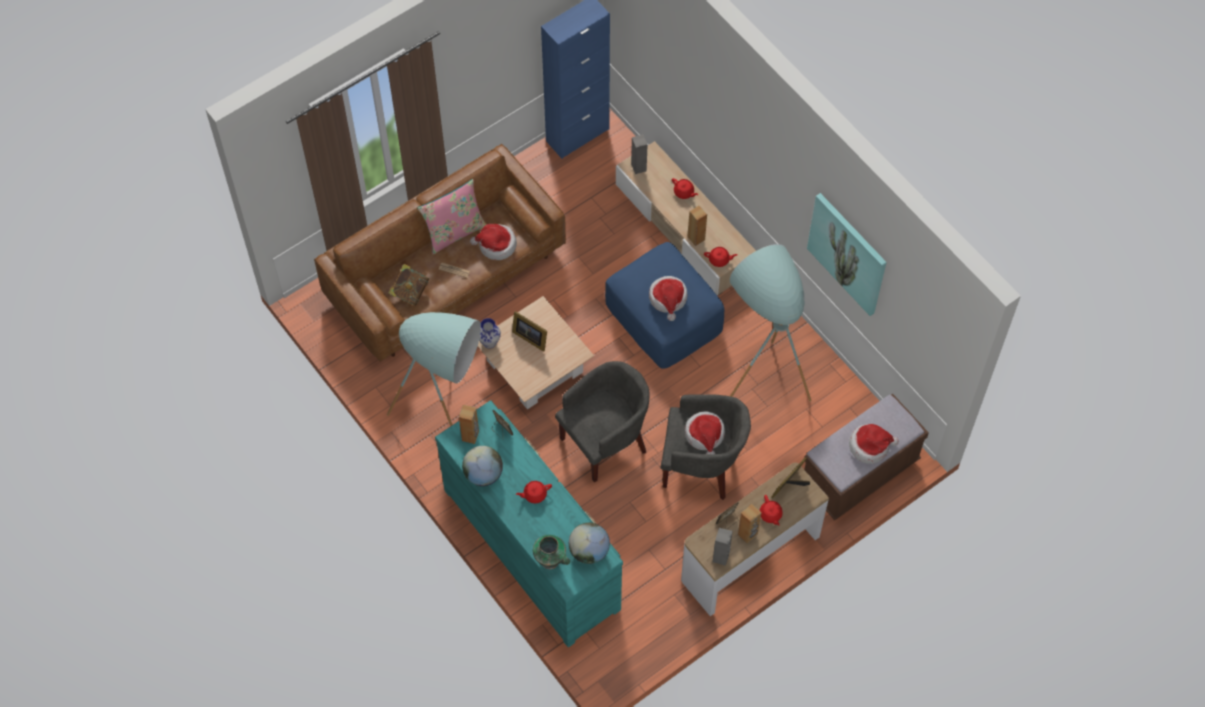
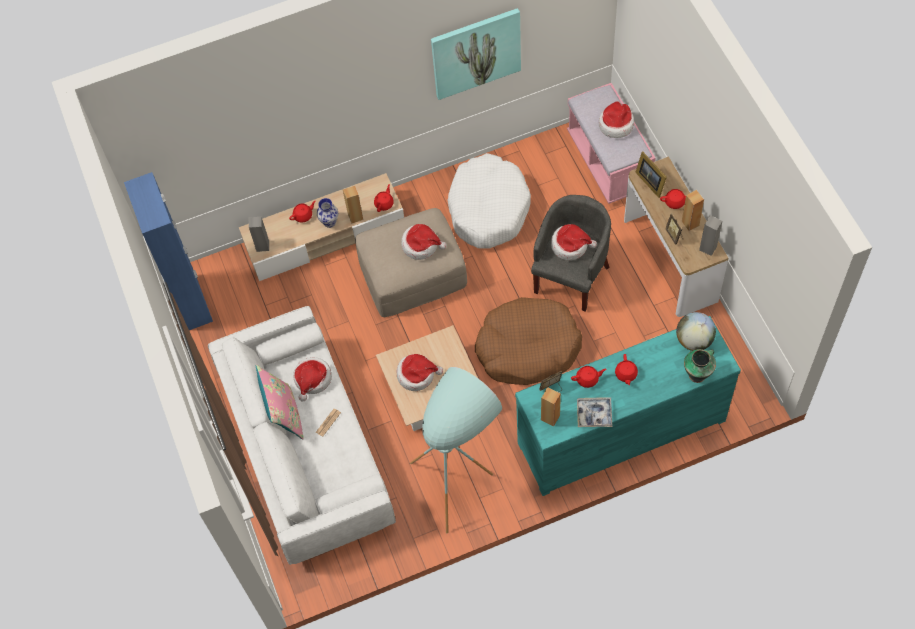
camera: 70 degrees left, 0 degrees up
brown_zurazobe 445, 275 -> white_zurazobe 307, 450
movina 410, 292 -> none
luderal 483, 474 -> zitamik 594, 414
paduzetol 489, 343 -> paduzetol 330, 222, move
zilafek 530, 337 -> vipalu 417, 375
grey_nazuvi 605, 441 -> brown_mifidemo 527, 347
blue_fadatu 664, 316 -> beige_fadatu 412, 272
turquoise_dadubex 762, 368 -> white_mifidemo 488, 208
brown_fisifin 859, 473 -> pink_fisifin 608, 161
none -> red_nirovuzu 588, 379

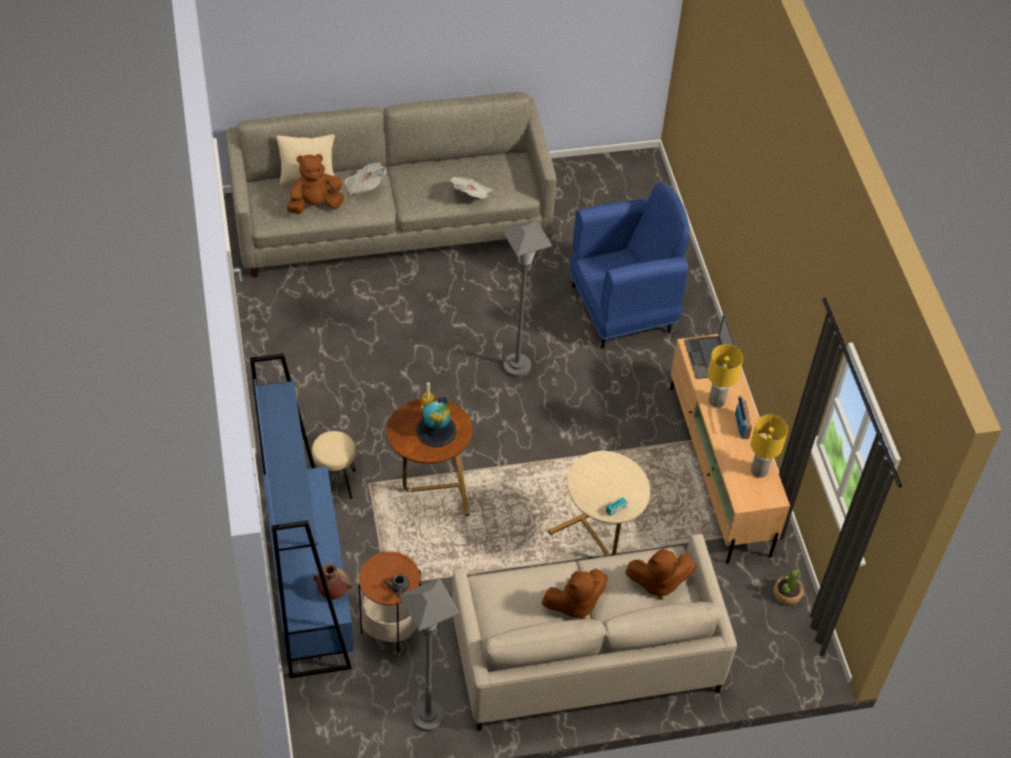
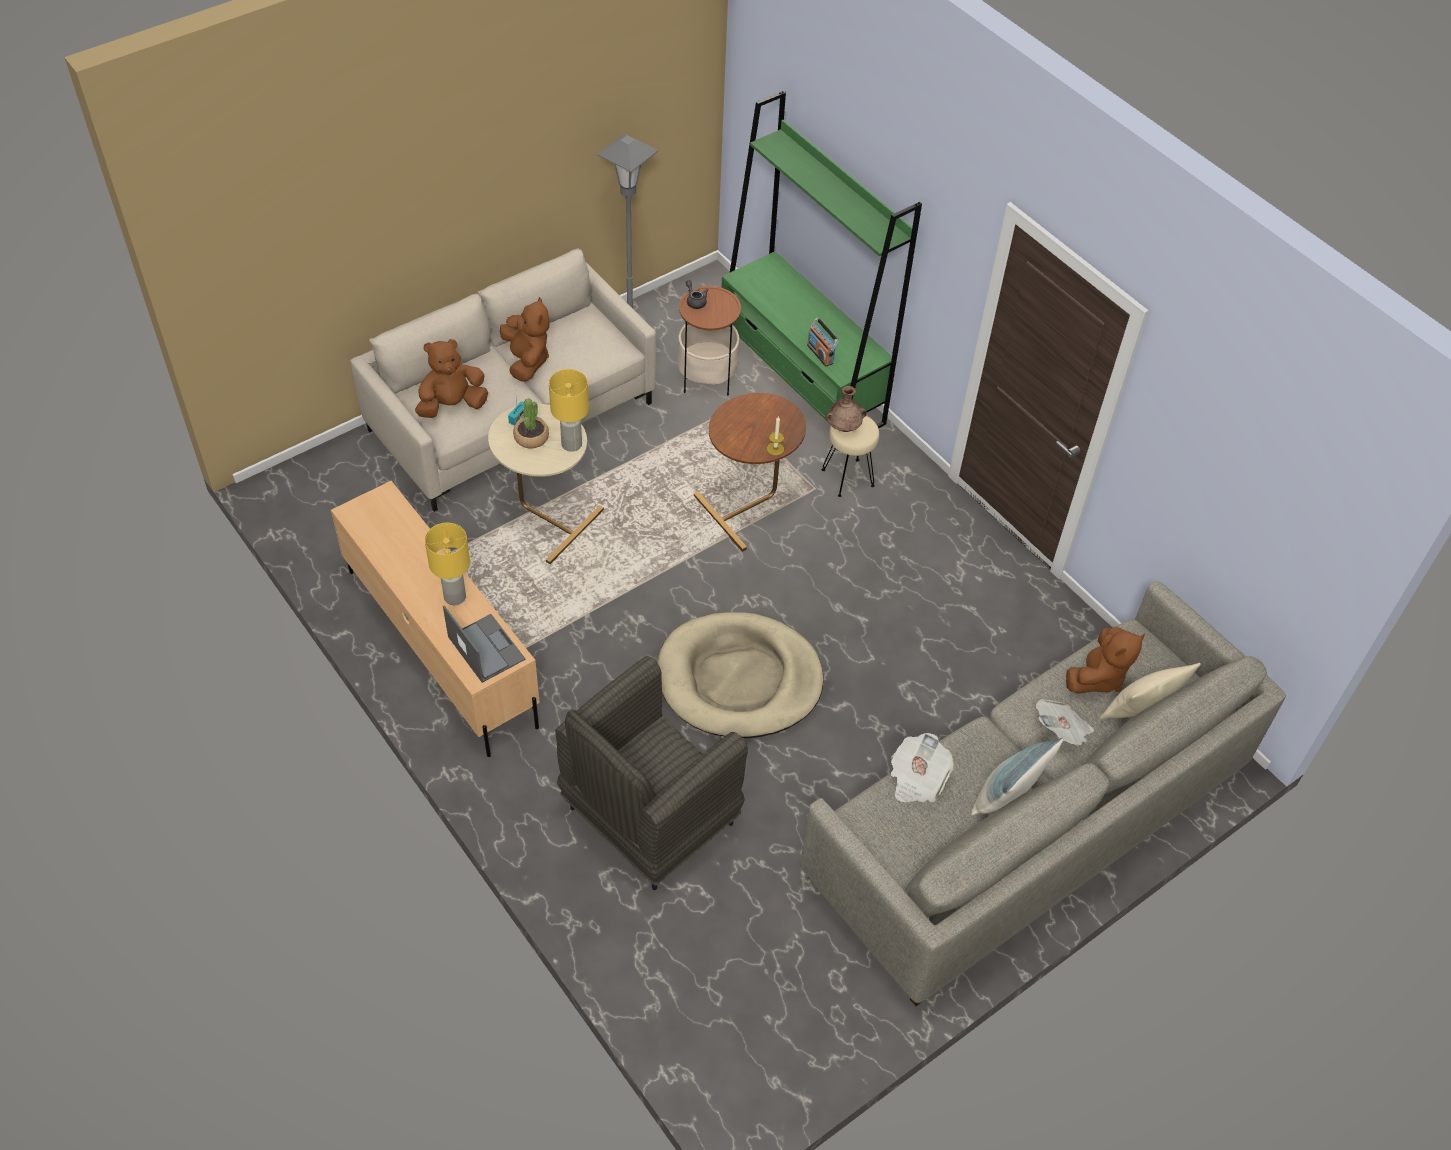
camera: 155 degrees right, 0 degrees up
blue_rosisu 309, 590 -> green_rosisu 801, 380
brown_paduzetol 333, 590 -> brown_paduzetol 844, 428, move
luderal 436, 430 -> none
grey_dadubex 517, 366 -> beige_mifidemo 739, 679
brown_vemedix 574, 604 -> brown_vemedix 527, 361, 120 degrees clockwise
blue_nazuvi 623, 308 -> grey_nazuvi 649, 818
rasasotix 742, 425 -> rasasotix 820, 354, move
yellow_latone 759, 470 -> yellow_latone 572, 444, move
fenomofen 786, 593 -> fenomofen 531, 437, move
none -> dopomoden 1007, 796

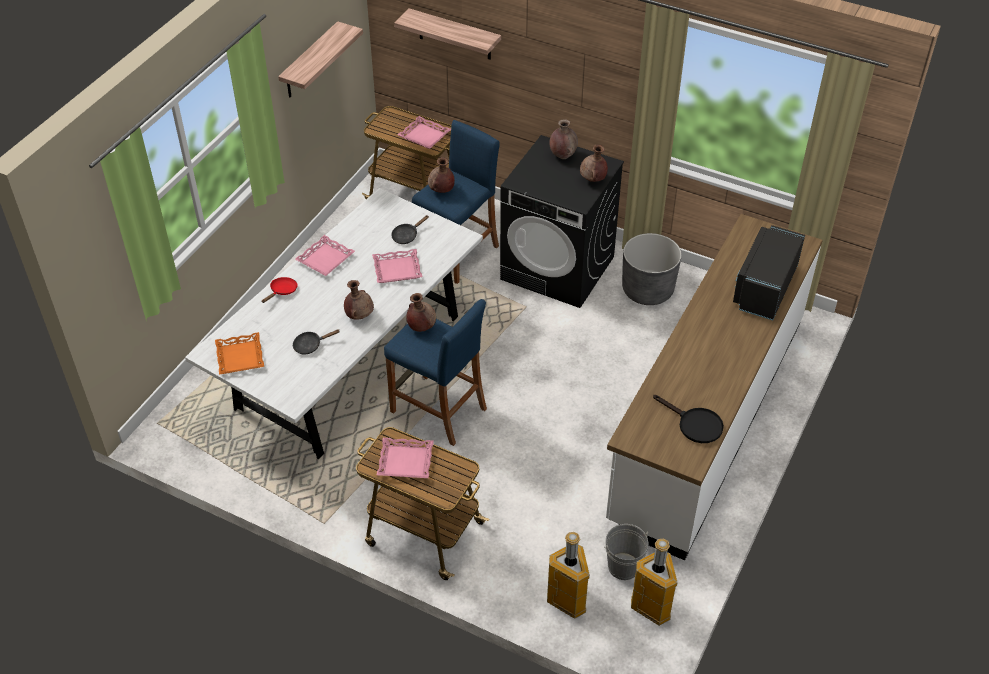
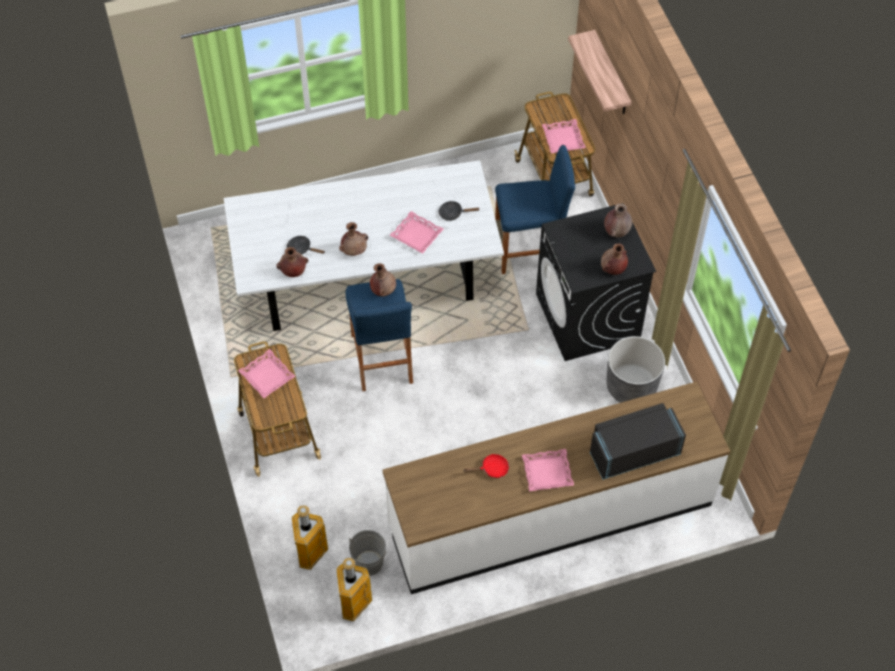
camera: 45 degrees right, 10 degrees up
orange_zitamik 240, 357 -> none
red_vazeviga 282, 291 -> red_vazeviga 492, 469, move
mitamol 310, 61 -> none
pink_zitamik 325, 259 -> pink_zitamik 547, 472, move
brown_paduzetol 441, 190 -> brown_paduzetol 293, 271, move
black_vazeviga 694, 424 -> none

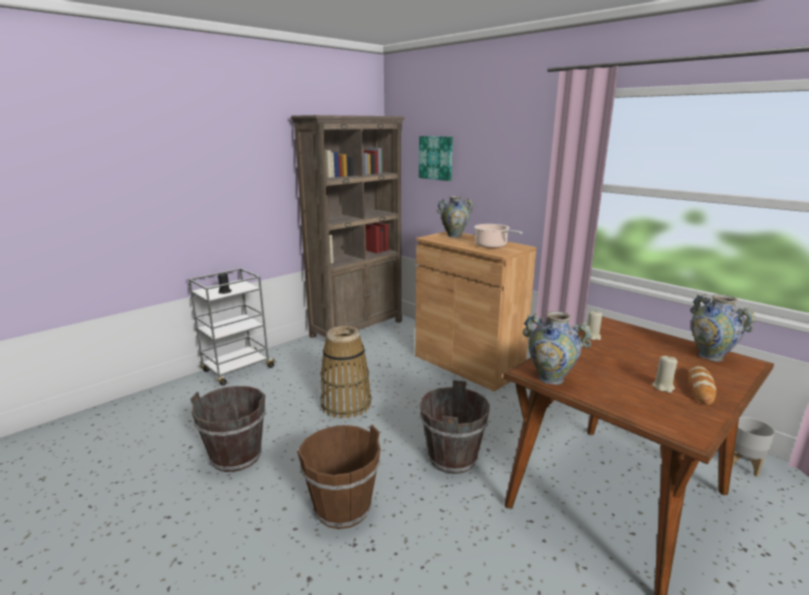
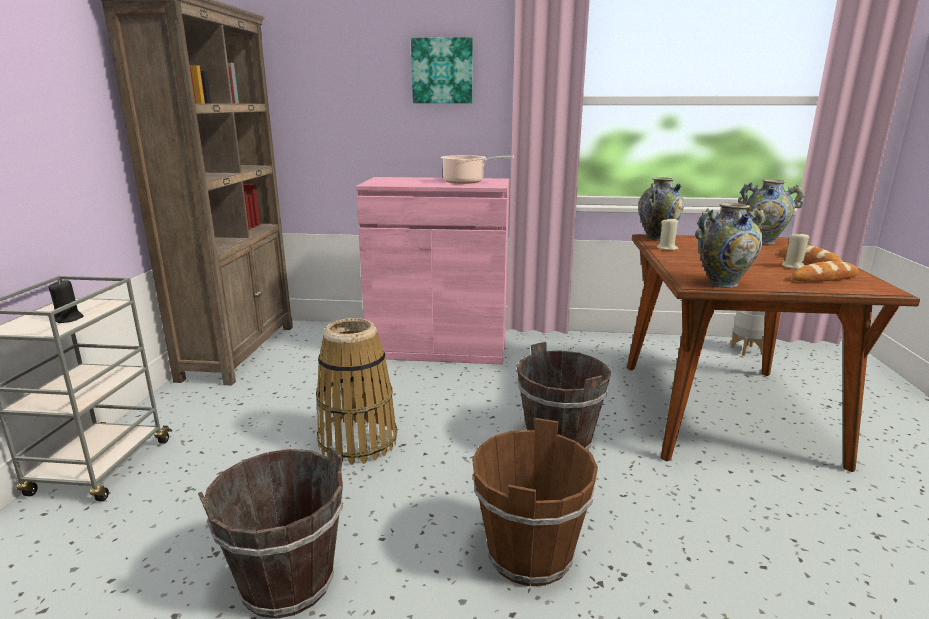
camera: 40 degrees left, 0 degrees up
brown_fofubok 468, 364 -> pink_fofubok 438, 348
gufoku 436, 158 -> gufoku 442, 71, move
paduzetol 454, 236 -> paduzetol 657, 238, move
none -> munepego 824, 278

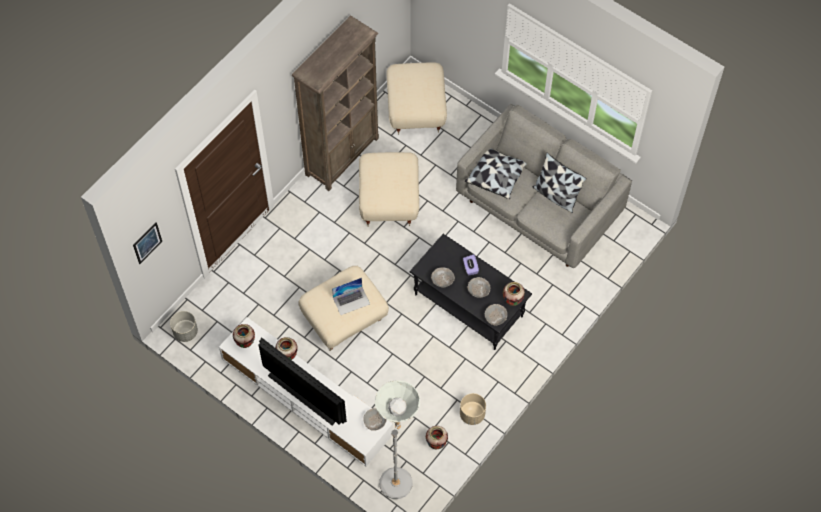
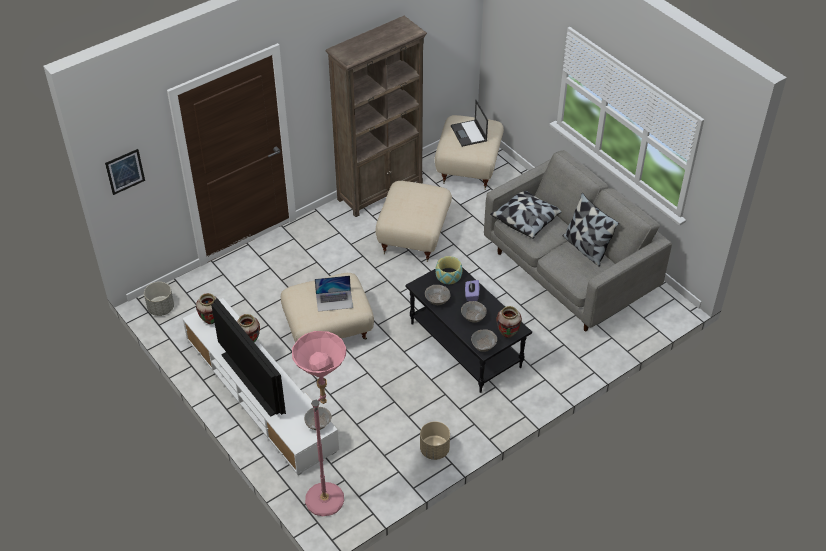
camera: 15 degrees right, 15 degrees down
grey_dadubex 398, 476 -> pink_dadubex 329, 493
paduzetol 436, 444 -> none
none -> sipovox 448, 275
none -> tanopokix 469, 134

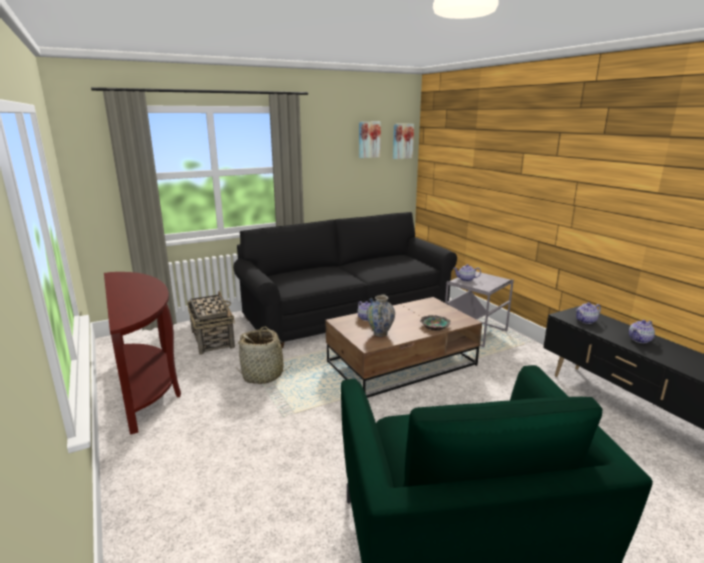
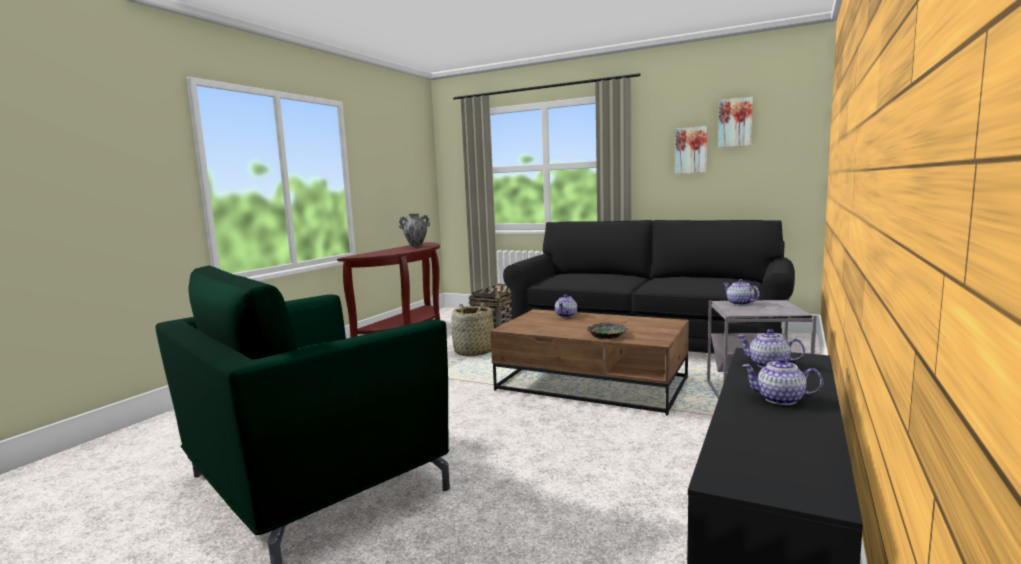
camera: 55 degrees right, 10 degrees down
paduzetol 380, 333 -> paduzetol 416, 246, move
gufoku 402, 141 -> gufoku 691, 150, move

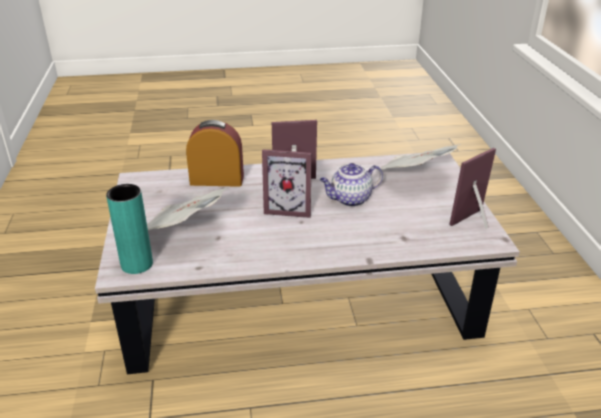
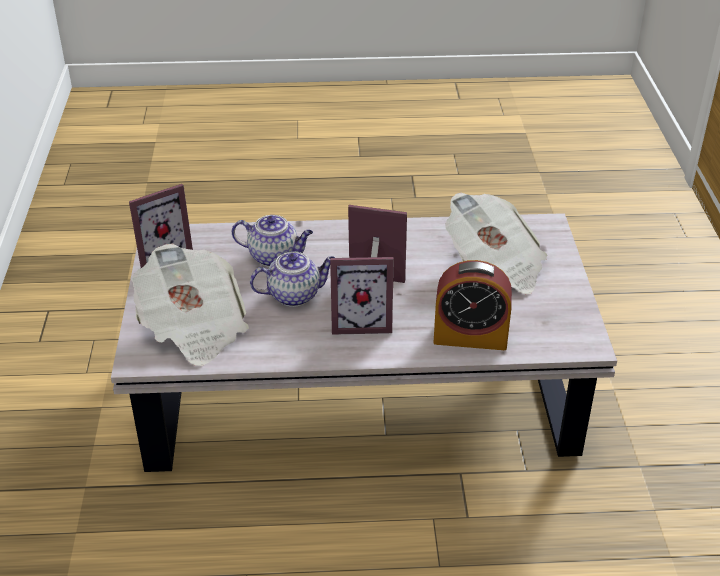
camera: 175 degrees left, 5 degrees up
turquoise_paduzetol 137, 264 -> none
none -> nirovuzu 274, 257

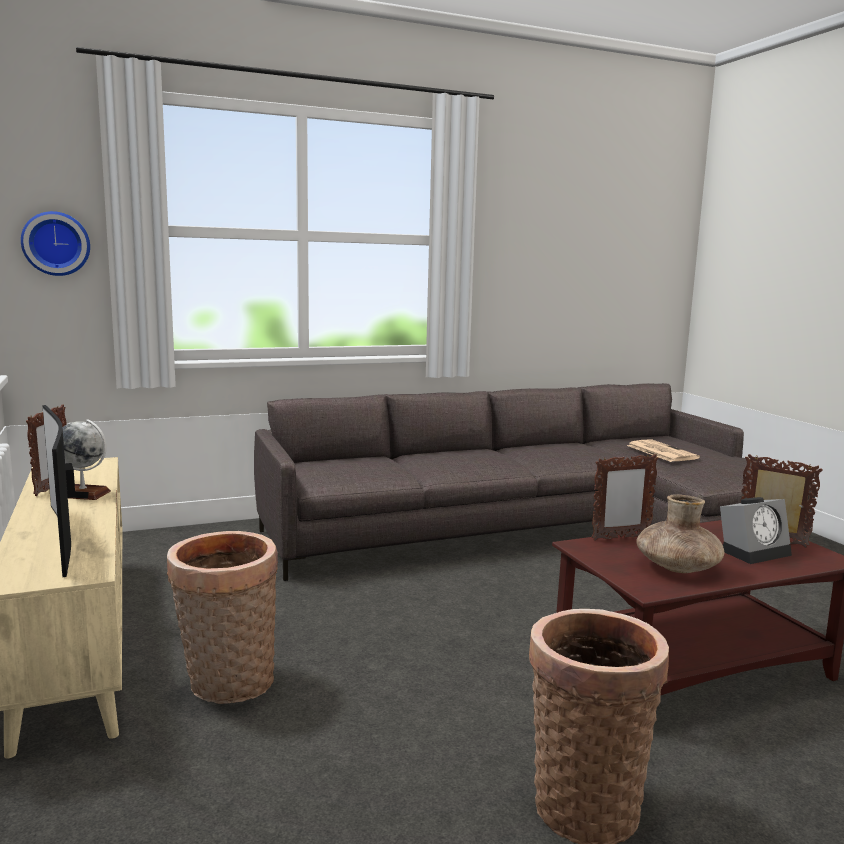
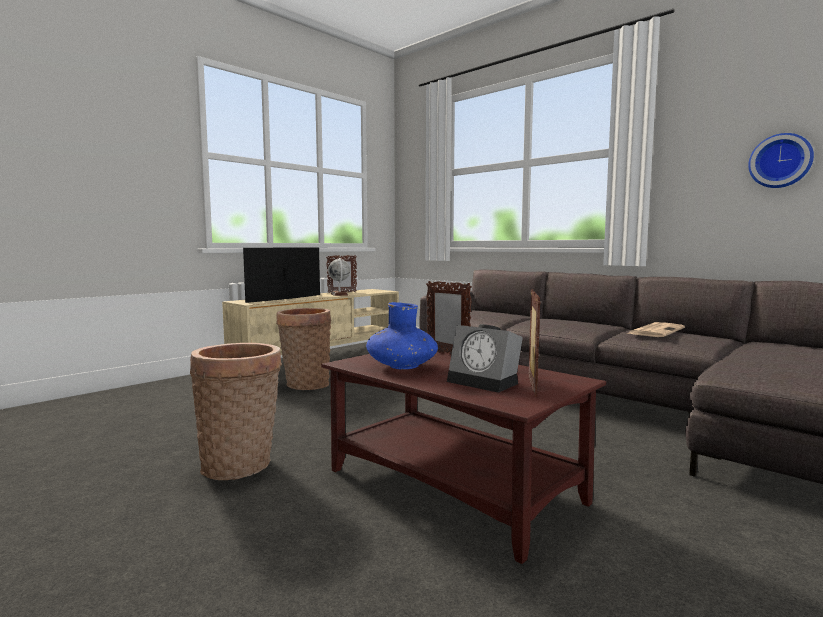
camera: 65 degrees right, 5 degrees down
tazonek 56, 243 -> tazonek 780, 161, move
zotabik 660, 452 -> zotabik 655, 331, move
brown_paduzetol 677, 567 -> blue_paduzetol 402, 366

